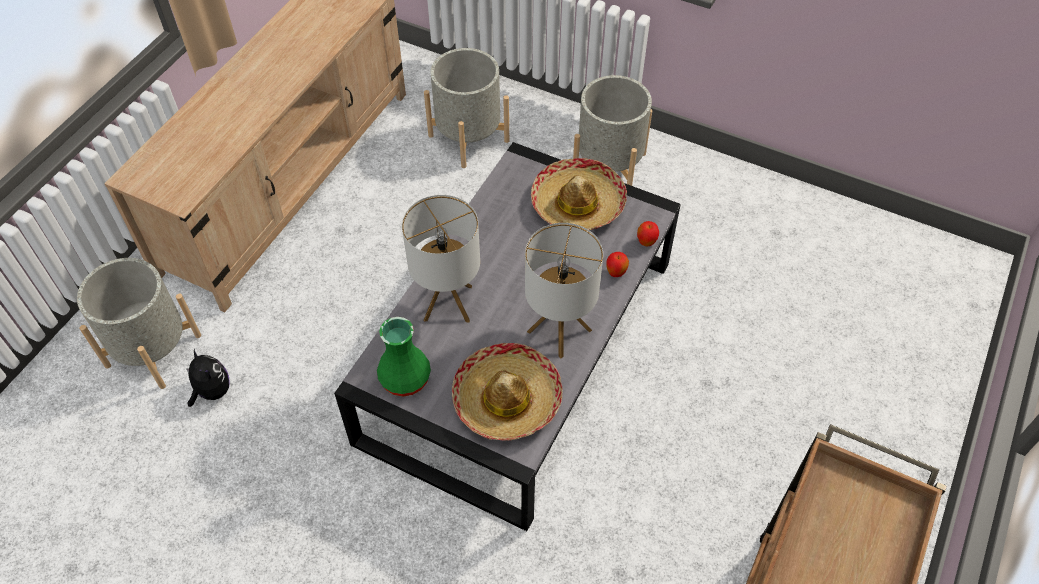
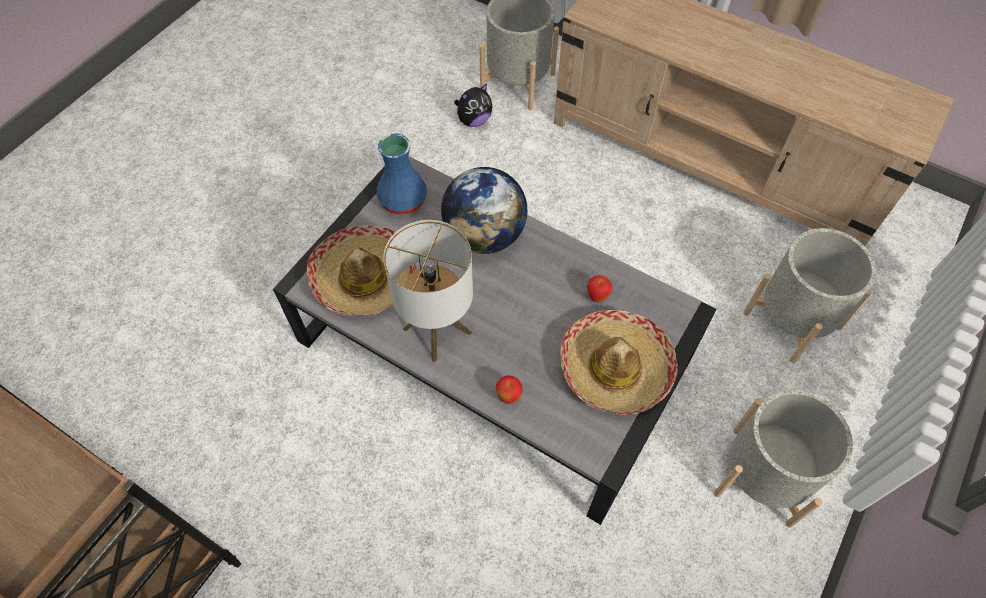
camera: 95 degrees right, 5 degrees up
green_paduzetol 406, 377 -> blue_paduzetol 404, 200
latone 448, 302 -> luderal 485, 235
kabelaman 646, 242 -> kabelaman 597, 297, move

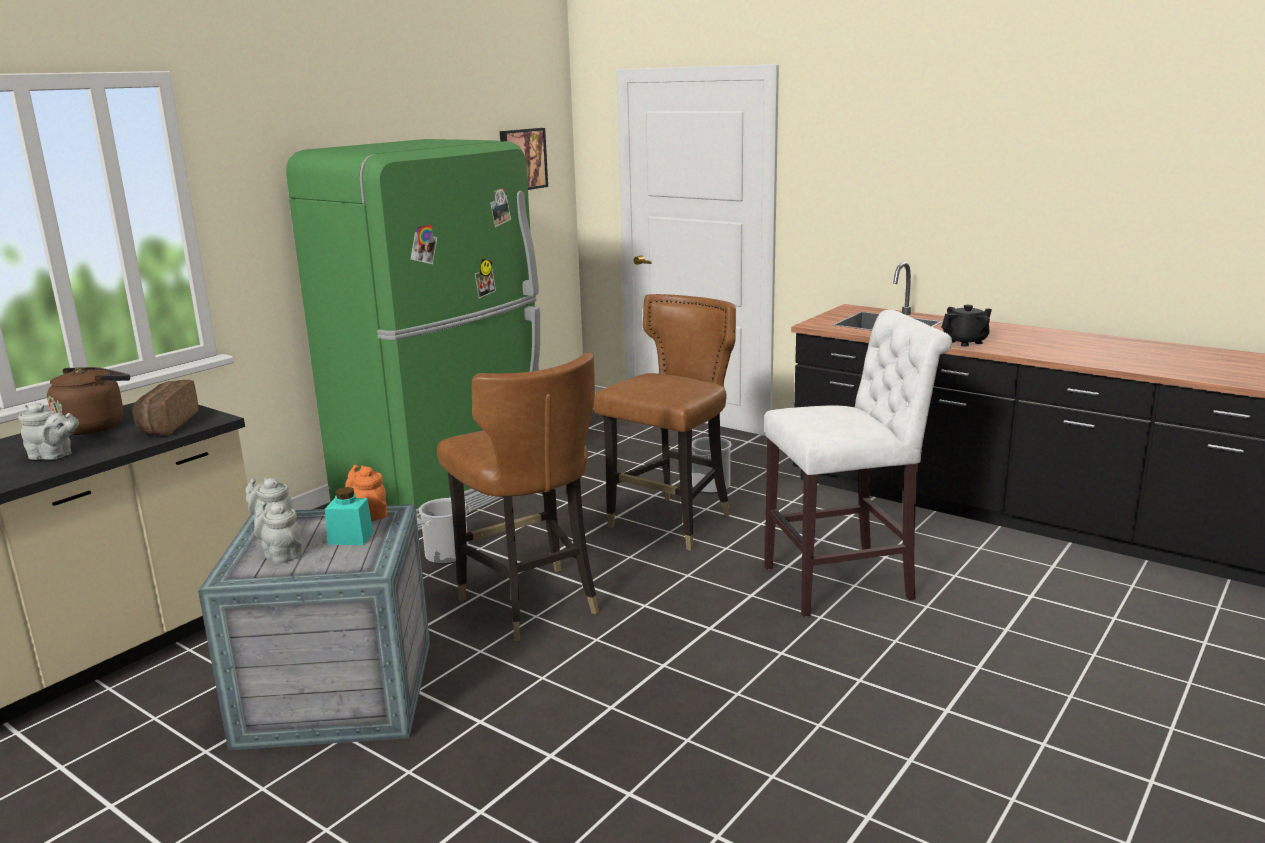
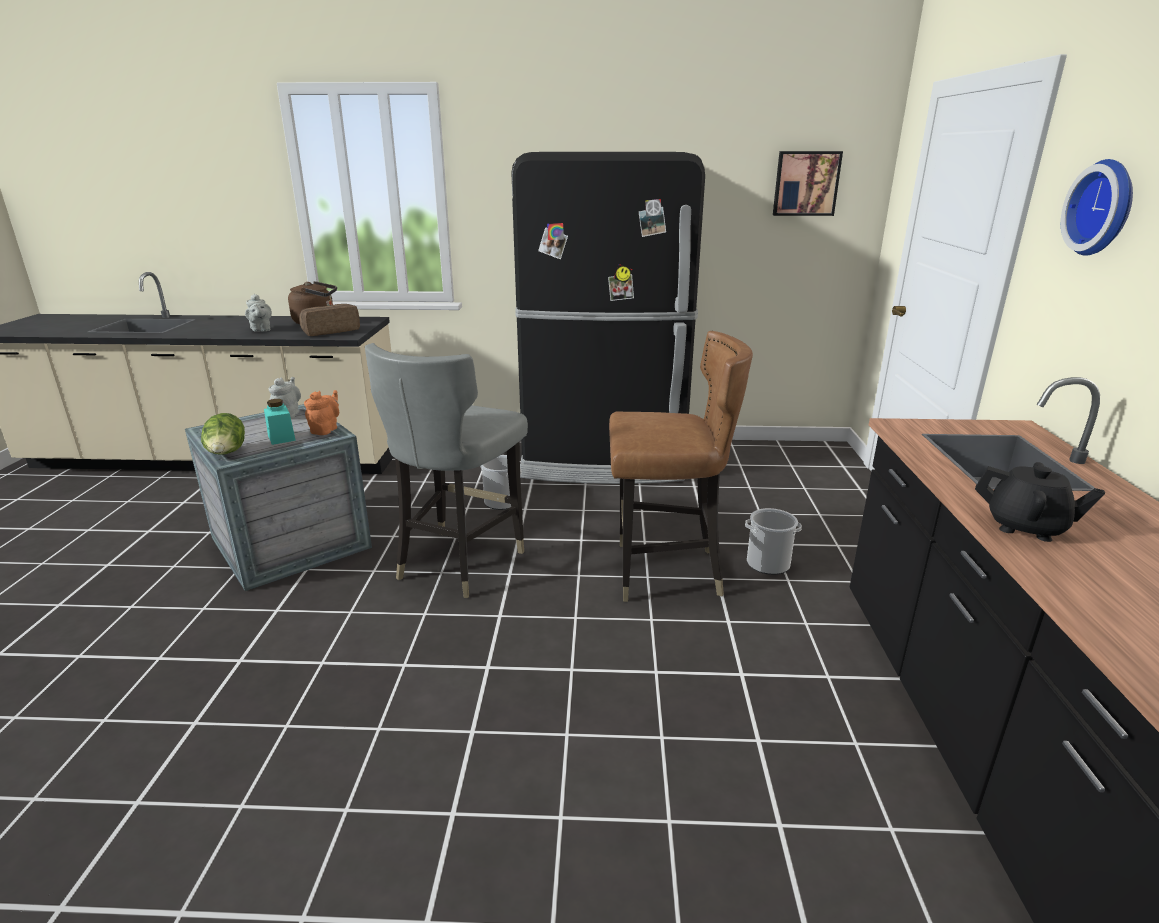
camera: 55 degrees right, 5 degrees up
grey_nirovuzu 281, 555 -> none
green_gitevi 446, 487 -> black_gitevi 603, 460
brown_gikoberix 530, 603 -> grey_gikoberix 459, 562
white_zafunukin 846, 583 -> none
none -> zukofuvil 227, 454
none -> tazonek 1104, 208

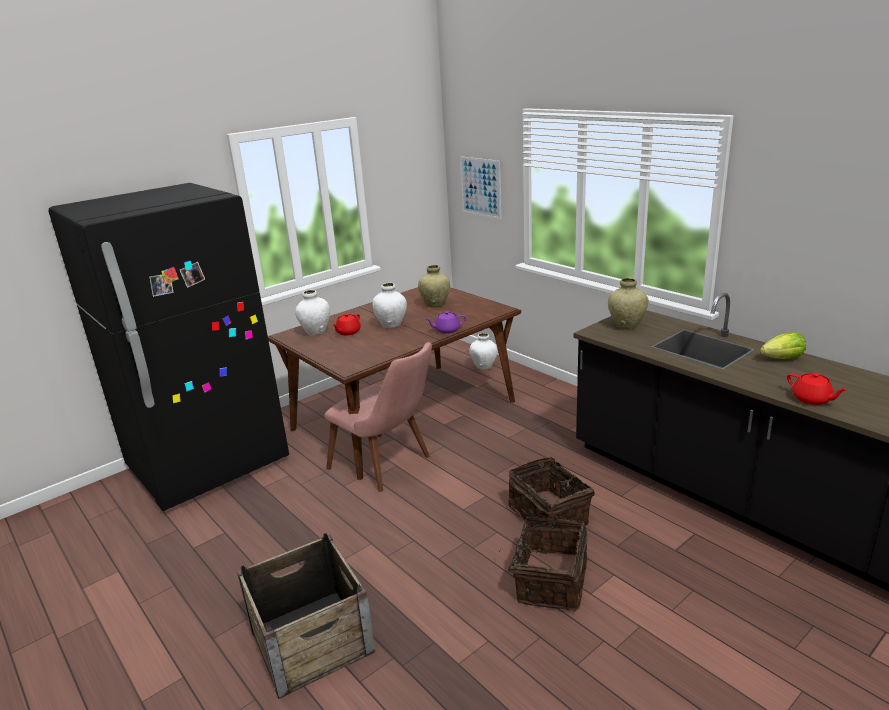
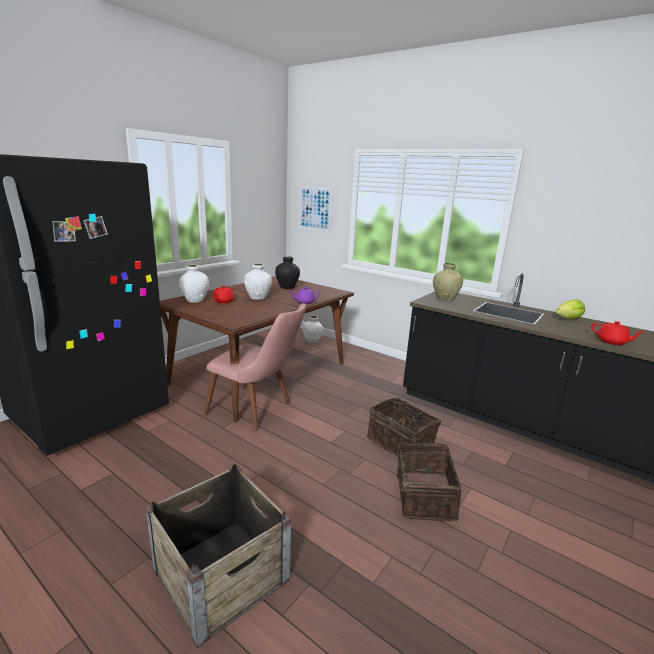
camera: 15 degrees left, 5 degrees down
beige_paduzetol 435, 305 -> black_paduzetol 287, 287

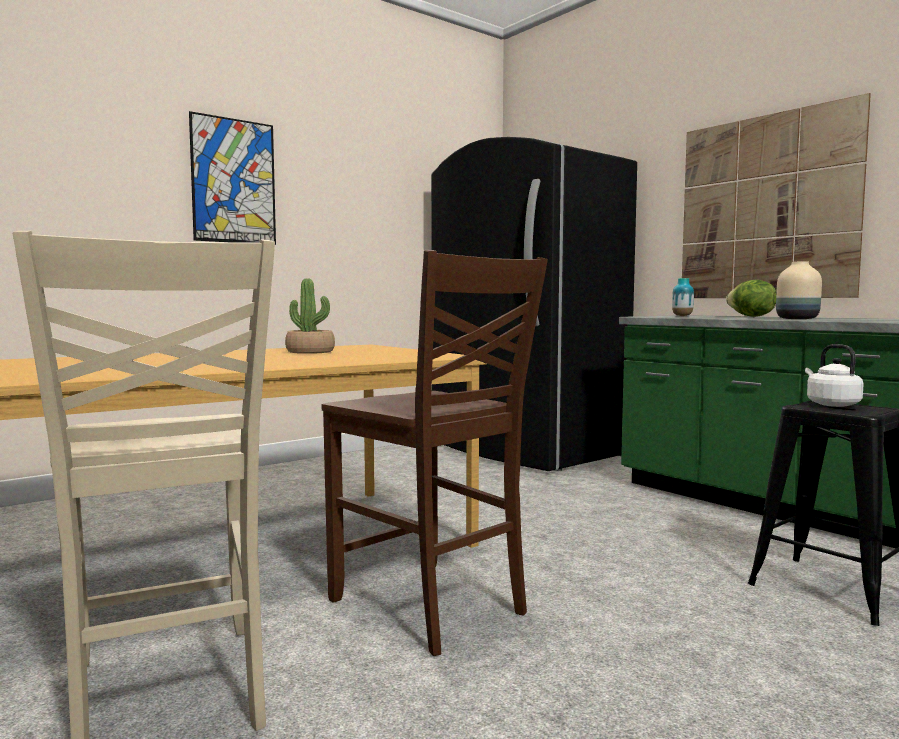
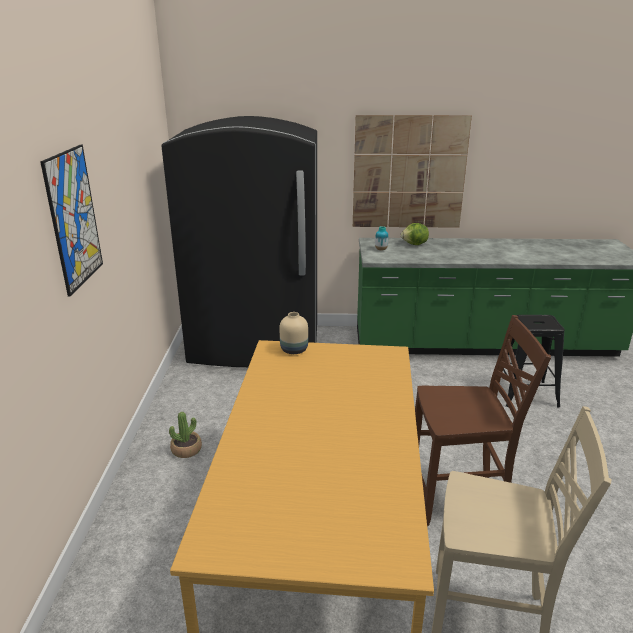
camera: 50 degrees left, 20 degrees up
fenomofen 310, 352 -> fenomofen 186, 449, move
beige_paduzetol 798, 319 -> beige_paduzetol 295, 350, move
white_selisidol 830, 404 -> none

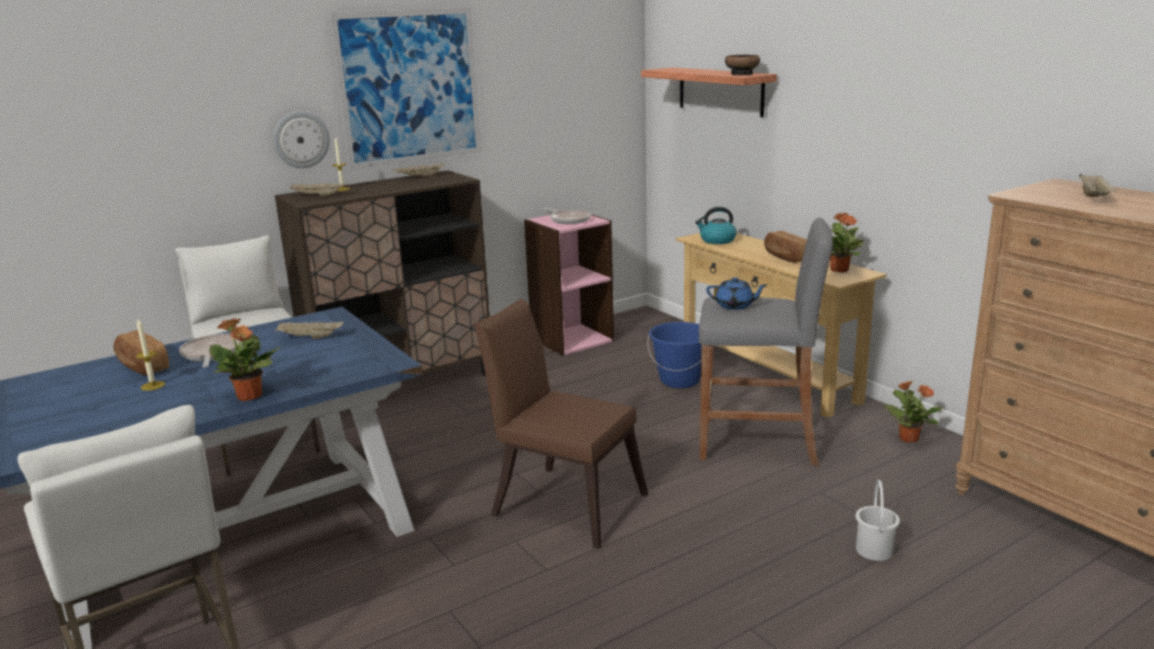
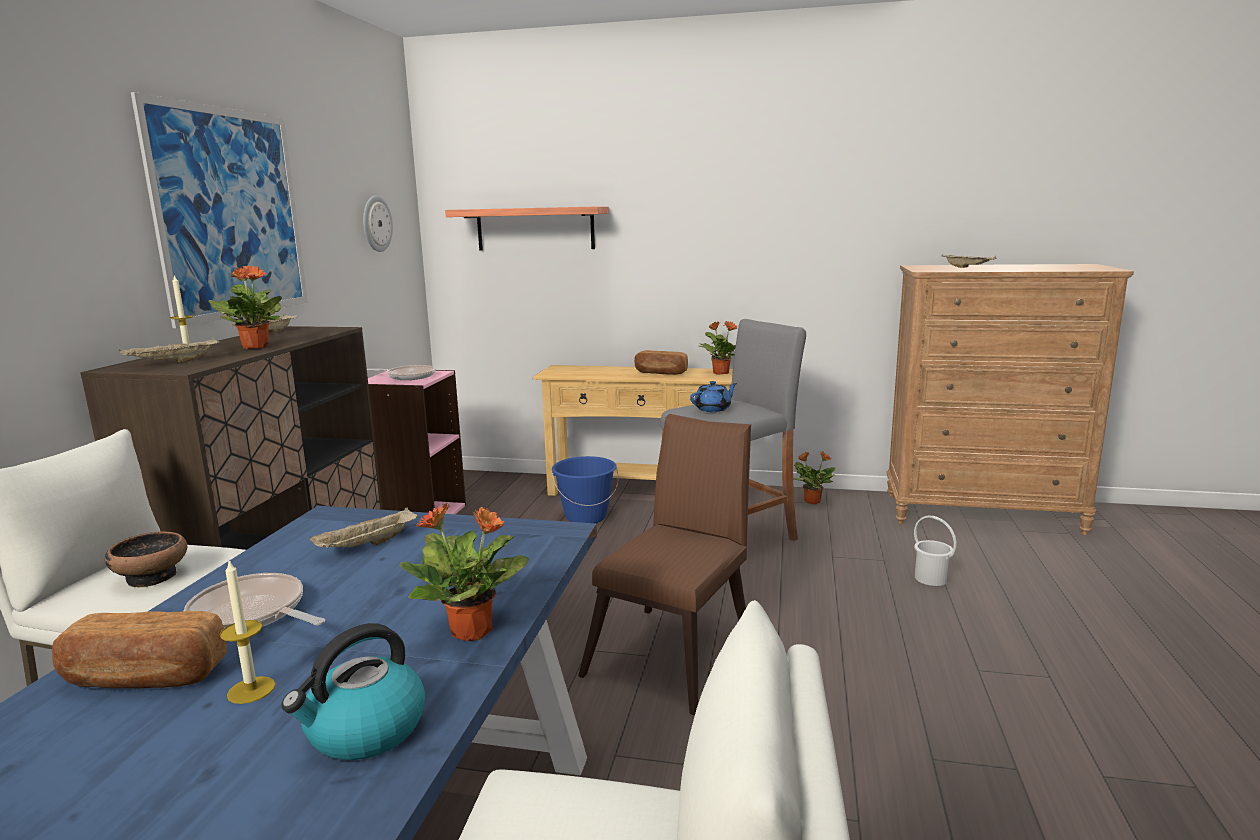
camera: 45 degrees left, 5 degrees down
tazonek 301, 139 -> tazonek 376, 223, move
brown_gikoberix 562, 502 -> brown_gikoberix 677, 652, 135 degrees clockwise
selisidol 717, 240 -> selisidol 365, 731, move
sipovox 742, 74 -> sipovox 152, 576, move
none -> fenomofen 256, 347

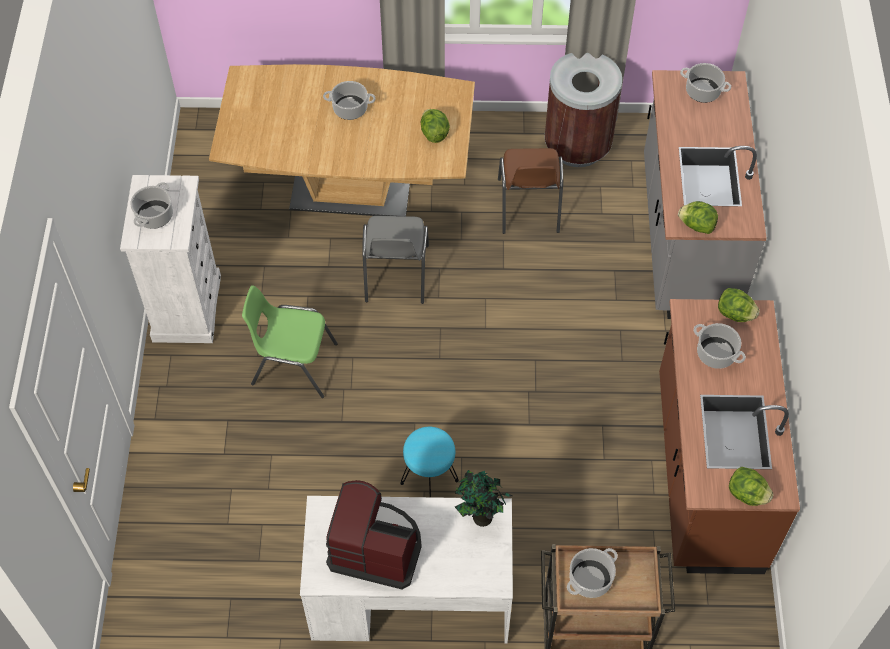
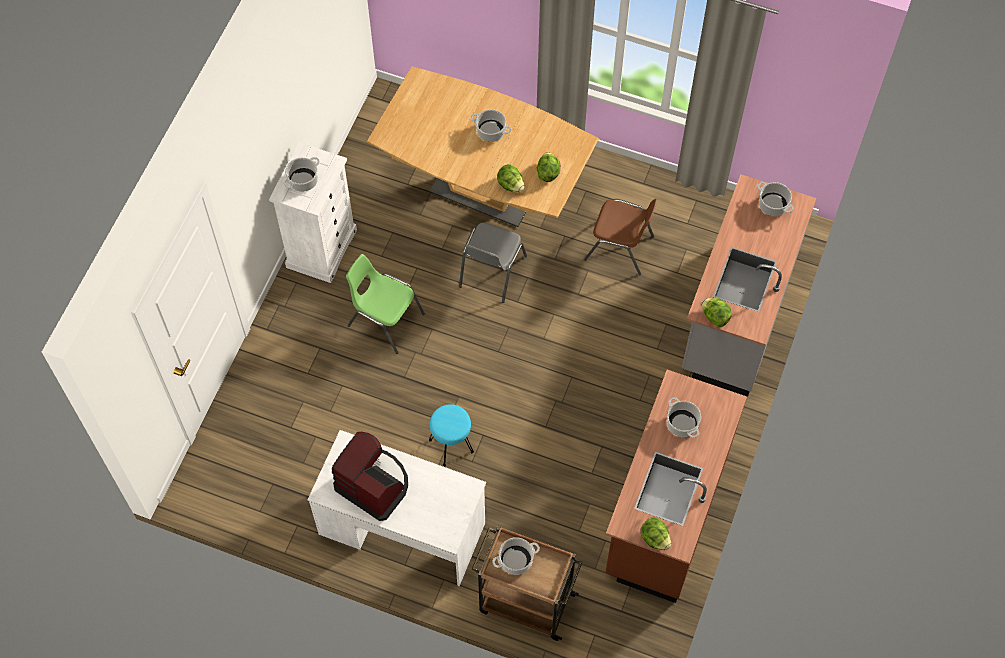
camera: 20 degrees right, 5 degrees up
fenomofen 480, 518 -> none
brown_gikoberix 528, 207 -> brown_gikoberix 620, 248, 90 degrees counterclockwise
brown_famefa 578, 146 -> none
zukofuvil 735, 314 -> zukofuvil 510, 185, move

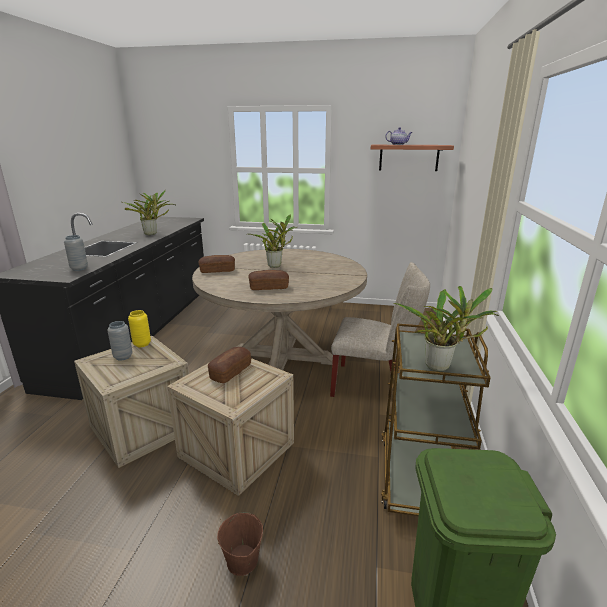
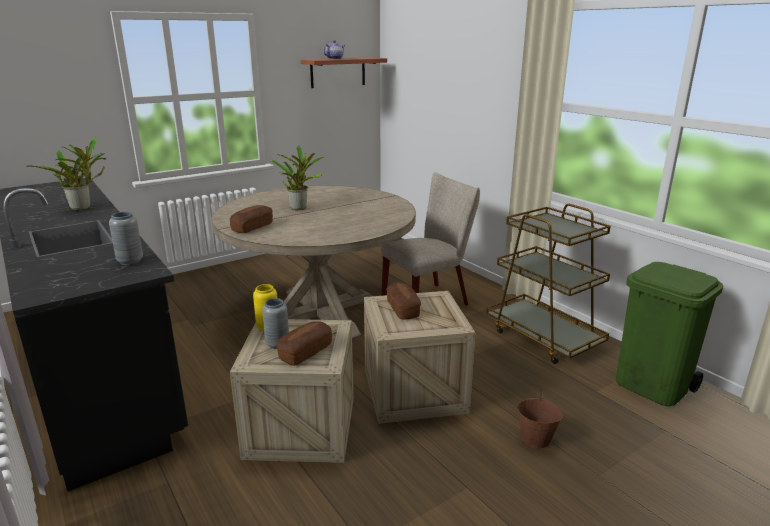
camera: 45 degrees left, 0 degrees up
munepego 269, 287 -> munepego 305, 352, move
fenomofen 441, 367 -> none

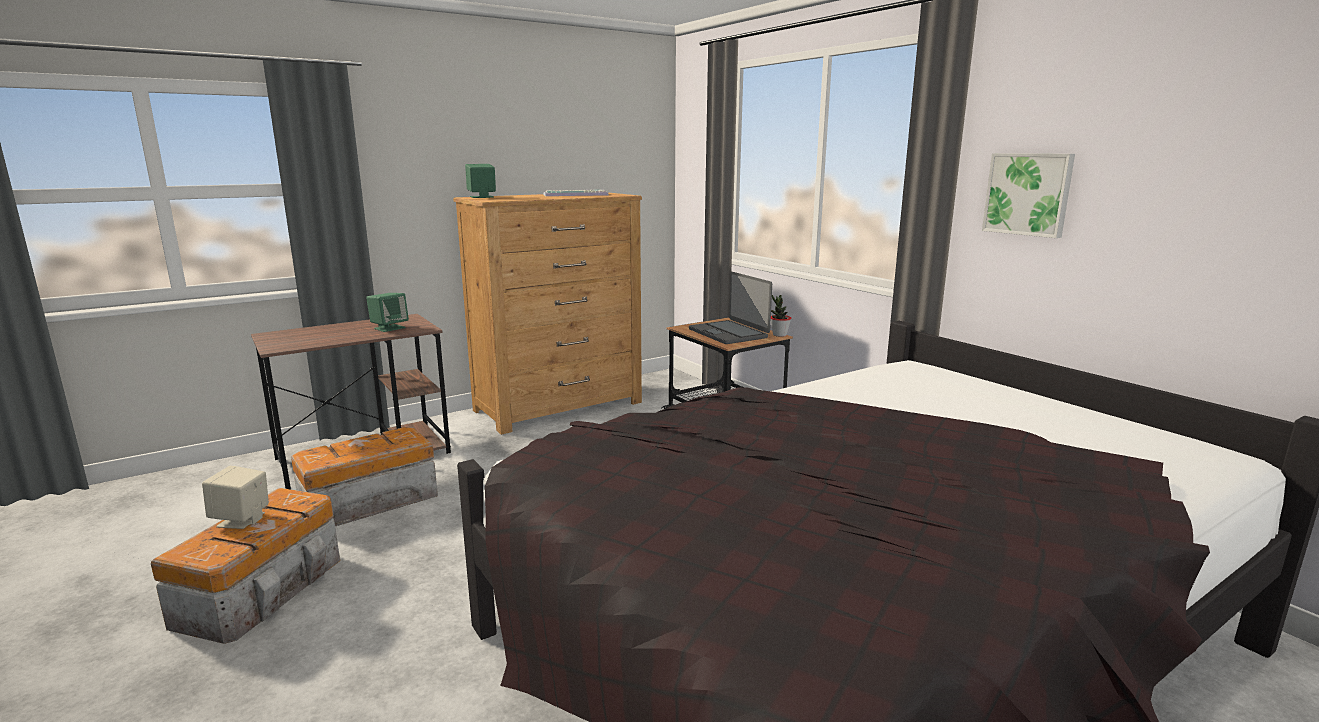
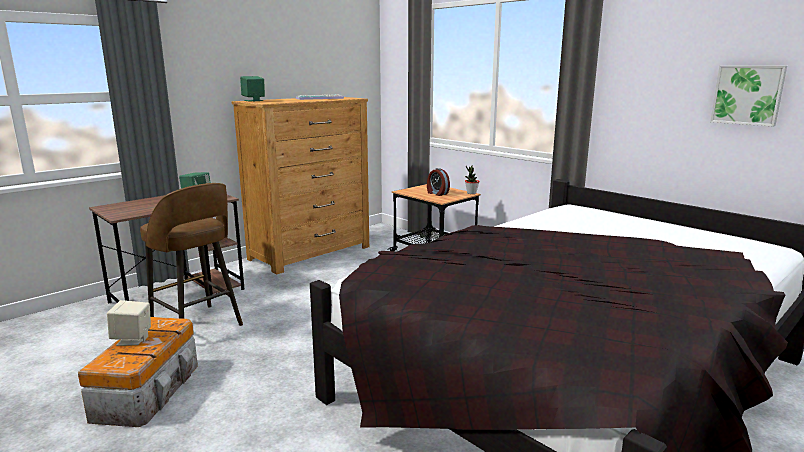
camera: 10 degrees left, 0 degrees up
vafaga 367, 503 -> brown_zafunukin 198, 327
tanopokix 729, 333 -> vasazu 437, 193
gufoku 1028, 194 -> gufoku 747, 95, move

